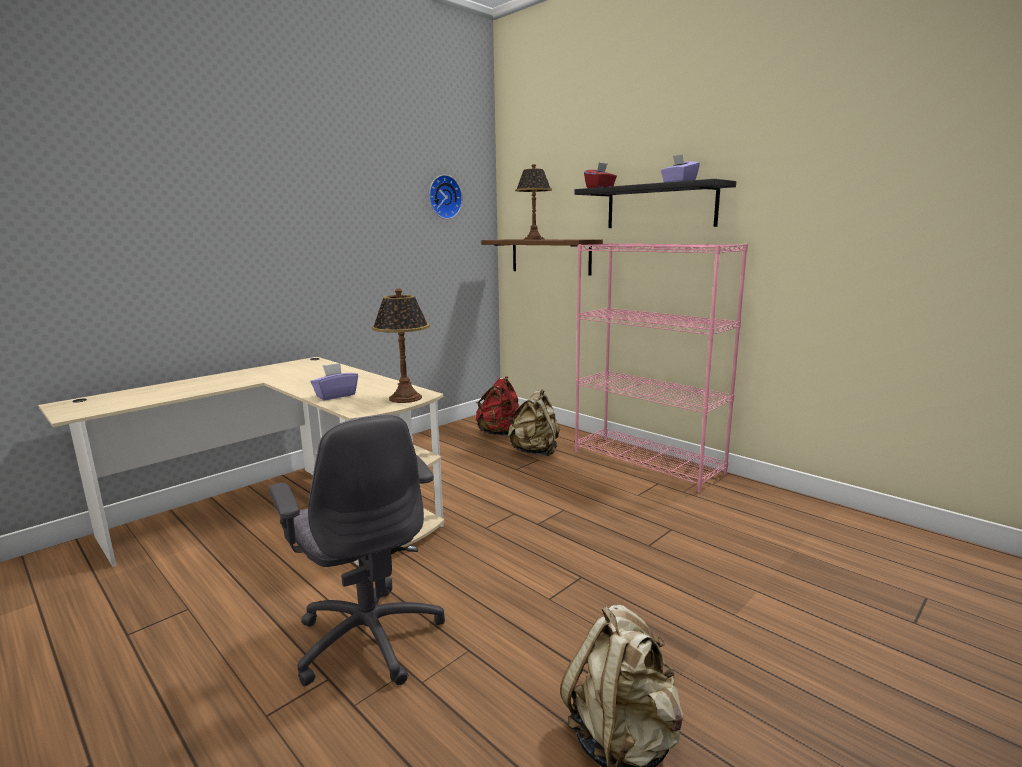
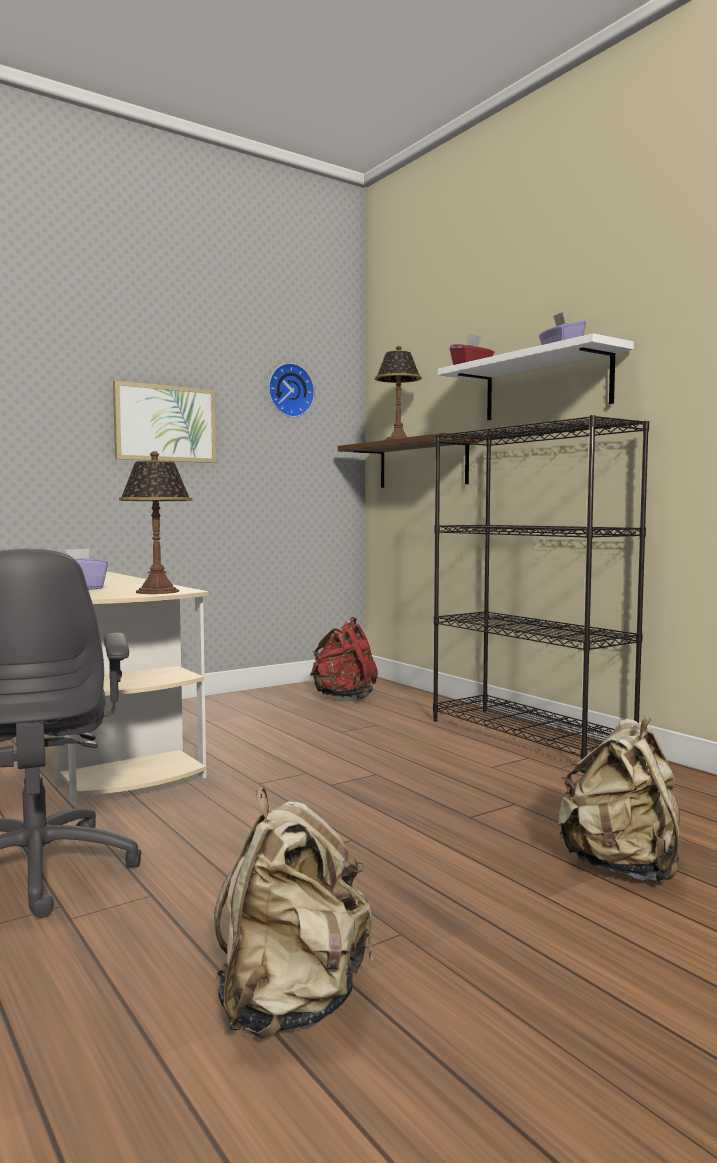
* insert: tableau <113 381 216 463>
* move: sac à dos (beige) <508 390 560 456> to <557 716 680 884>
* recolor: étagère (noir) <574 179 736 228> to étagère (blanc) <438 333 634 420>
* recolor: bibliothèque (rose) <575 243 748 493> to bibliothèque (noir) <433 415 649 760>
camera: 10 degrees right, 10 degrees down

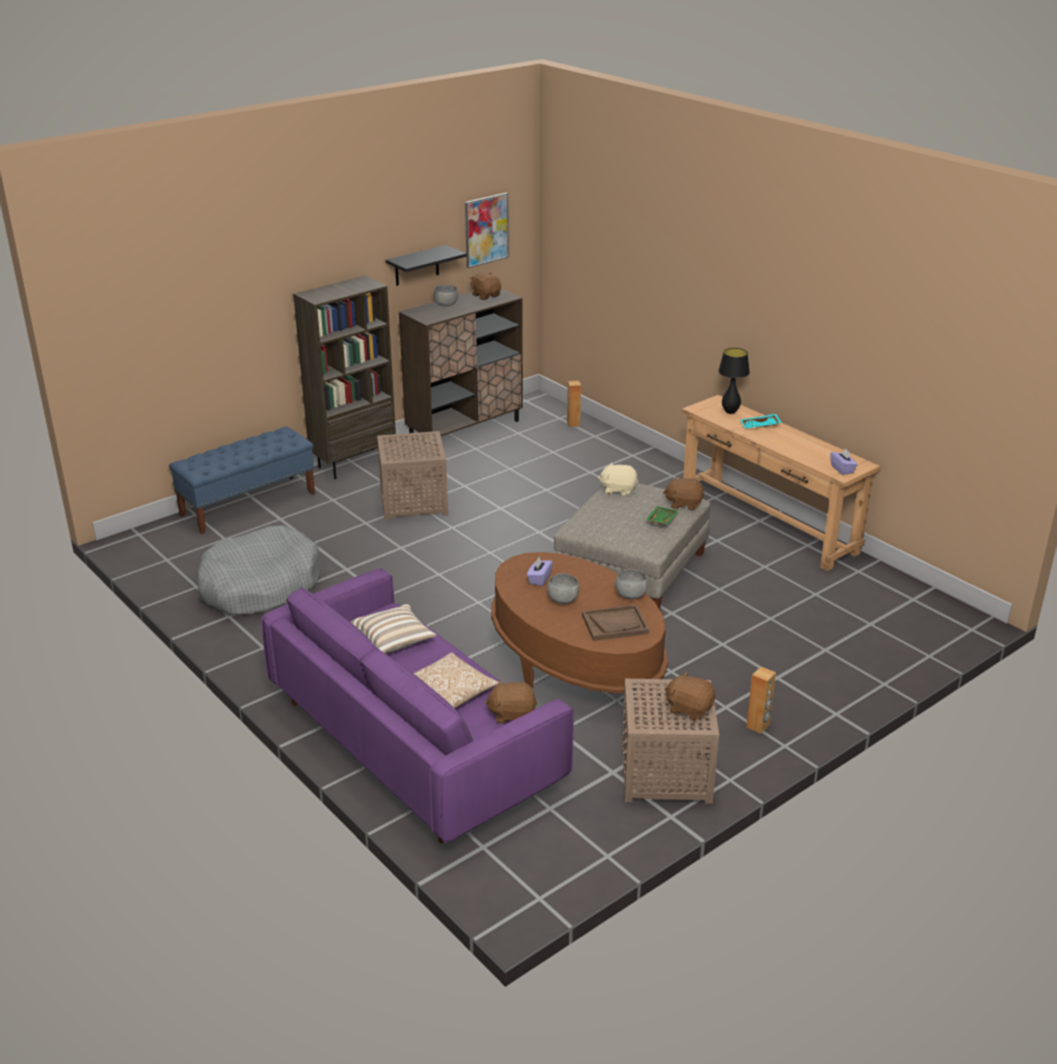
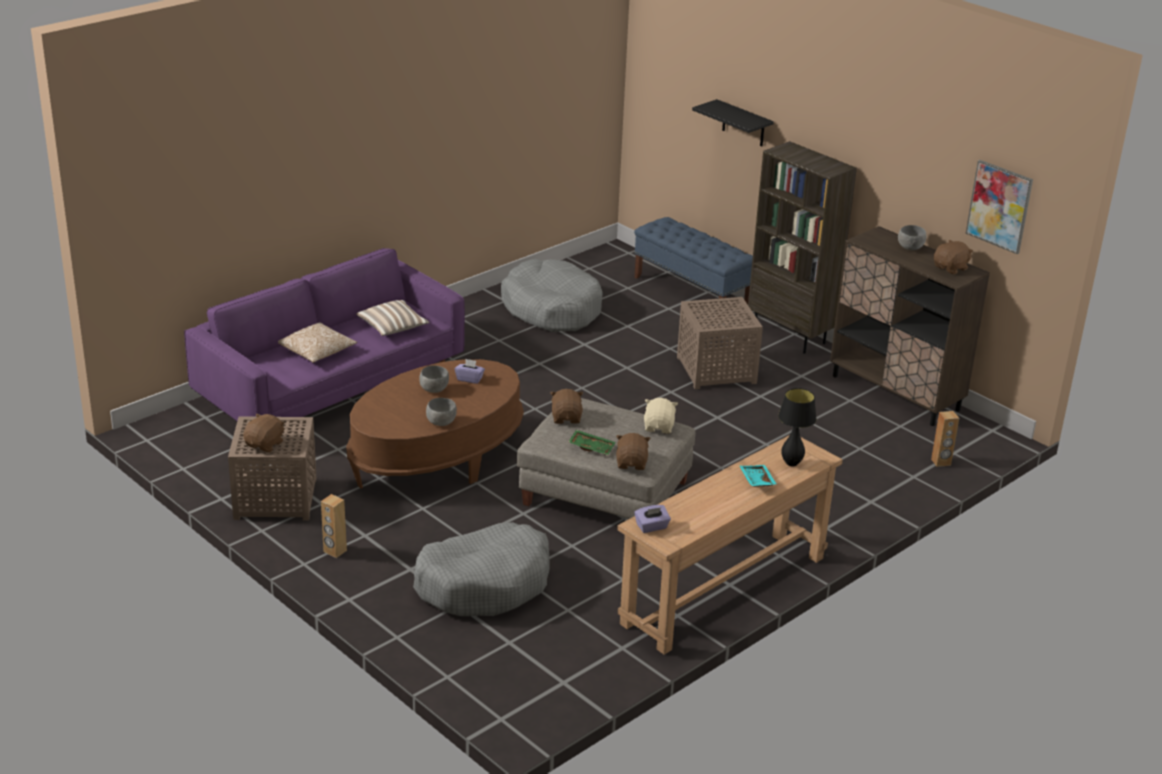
* delete: plateau (marron) <582 604 649 641>
* insert: panier pour chien (gris) <413 522 549 616>
* move: étagère (noir) <386 245 467 286> to <692 99 774 146>
* move: peluche (marron) <485 680 537 724> to <550 389 583 424>
camera: 85 degrees right, 0 degrees up

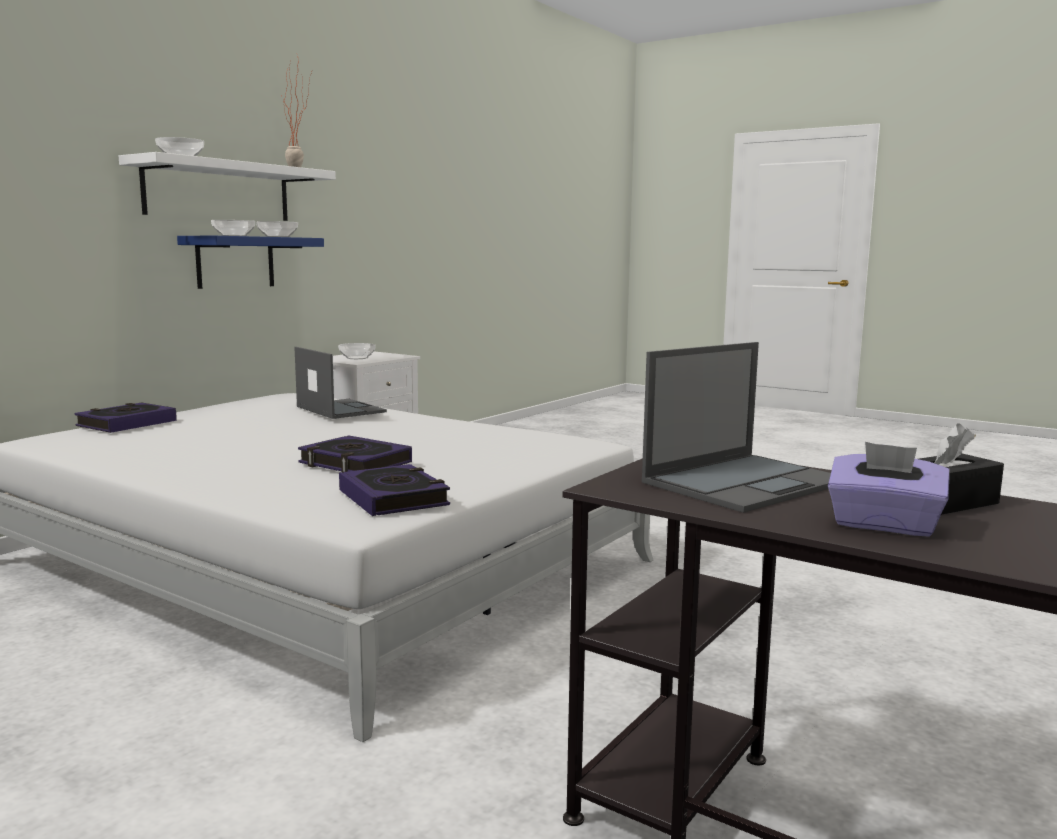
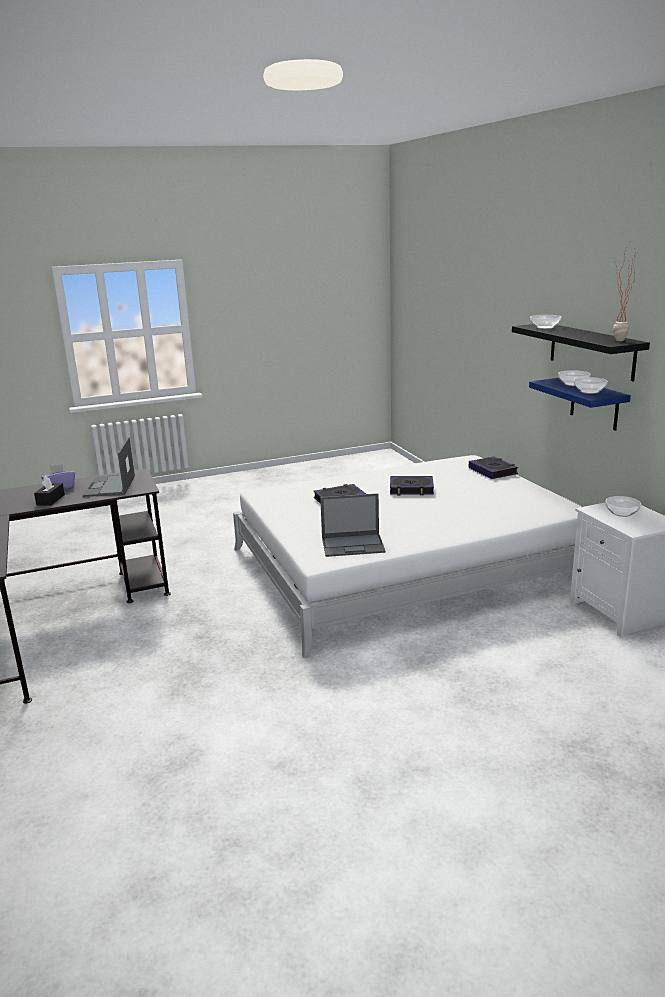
* move: ordinateur portable <294 347 387 419> to <320 493 385 557>
* move: livre <339 464 450 516> to <390 476 434 495>
* recolor: étagère (blanc) <119 152 336 221> to étagère (noir) <512 324 650 381>
camera: 125 degrees right, 10 degrees up

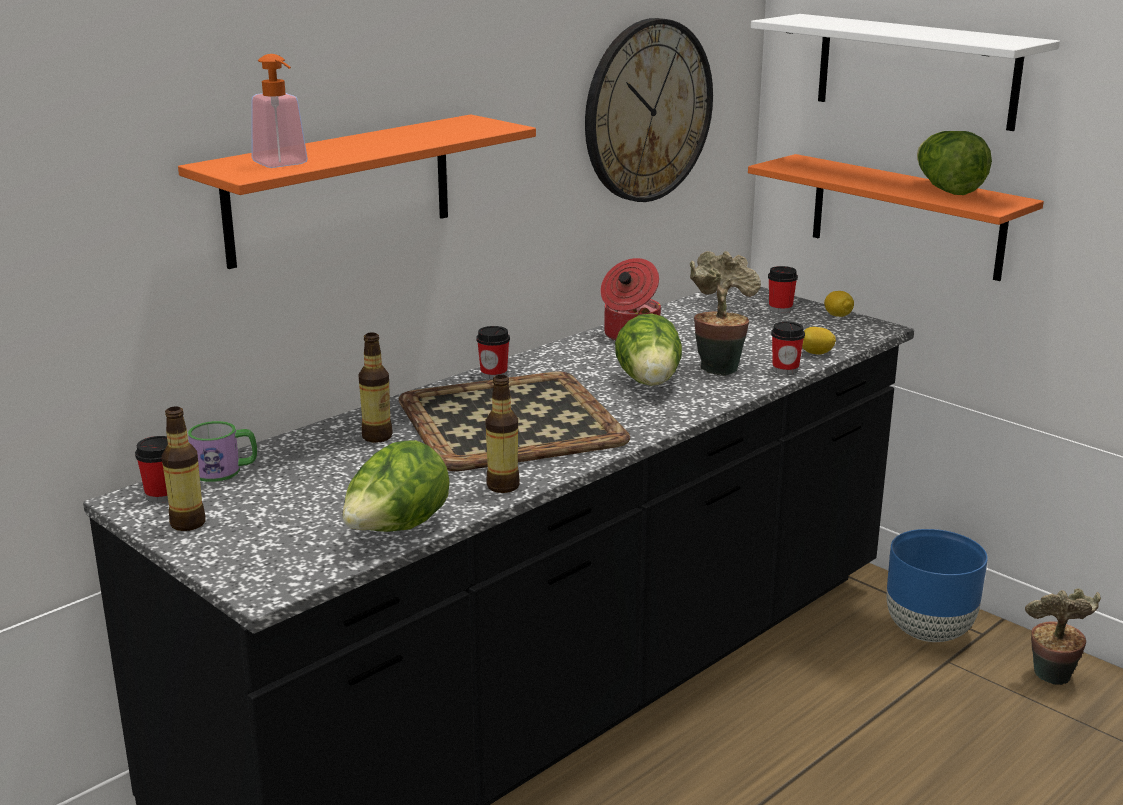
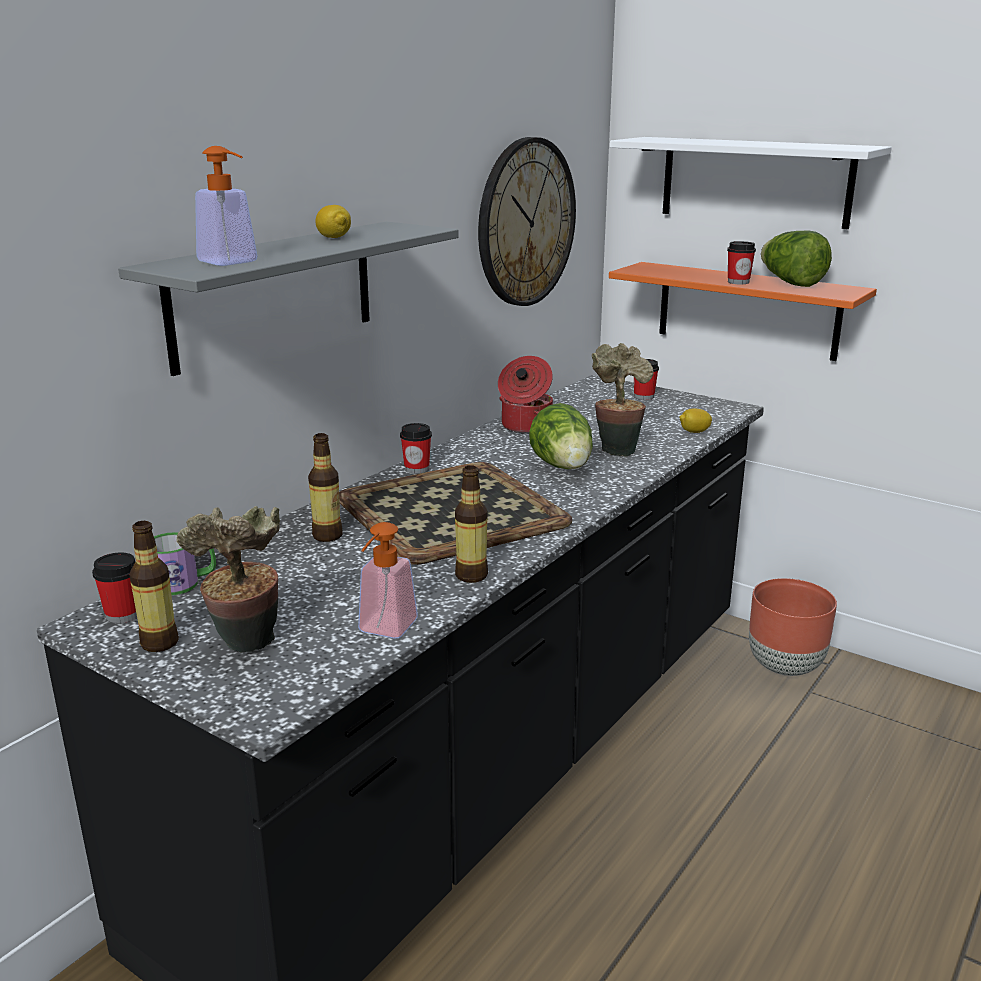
* move: tasse <771 321 805 375> to <727 241 756 284>
* move: citron <824 291 854 317> to <315 205 351 238>
* move: plante en pot <1025 588 1101 685> to <177 506 280 653>
* replace: laitue <342 440 449 532> to distributeur de savon <358 522 418 639>
* recolor: étagère (orange) <178 114 536 269> to étagère (gris) <118 221 458 376>
* recolor: cache-pot (bleu) <886 529 988 642> to cache-pot (marron) <749 578 837 676>
camera: 10 degrees left, 0 degrees up

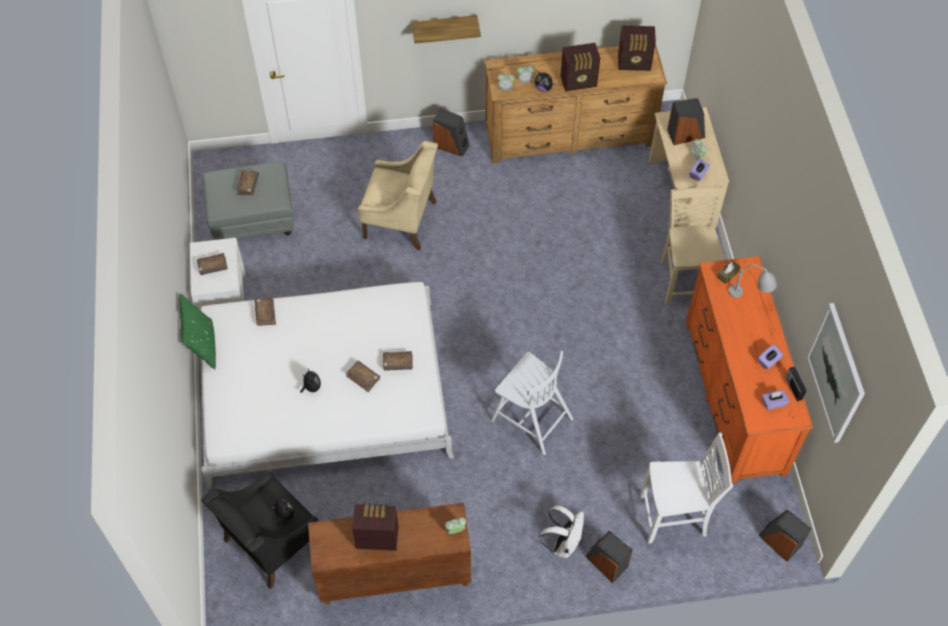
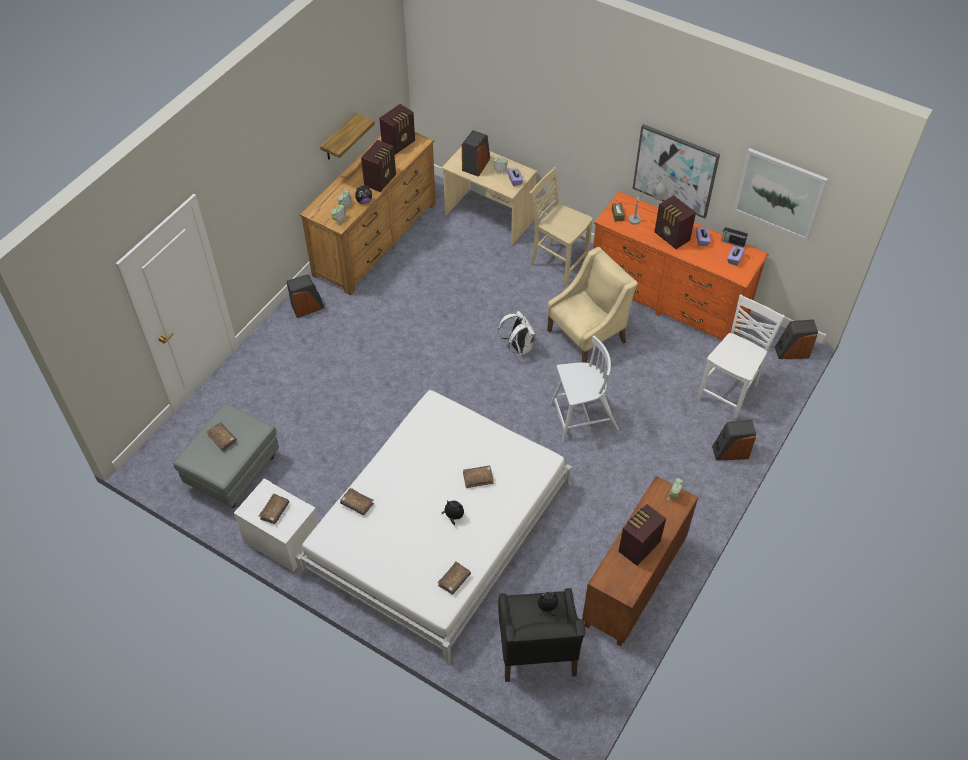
* delete: coussin (vert) <179 293 216 369>
* insert: tableau <633 124 720 218>
* insert: radio <654 195 696 249>
* move: fauteuil (beige) <358 141 438 250> to <547 247 638 363>
* move: livre (marron) <383 351 413 371> to <437 562 471 595>
* move: étagère <411 15 481 44> to <320 113 375 160>
* move: sac à dos (blanc) <539 505 584 558> to <498 311 536 355>
camera: 50 degrees left, 5 degrees down

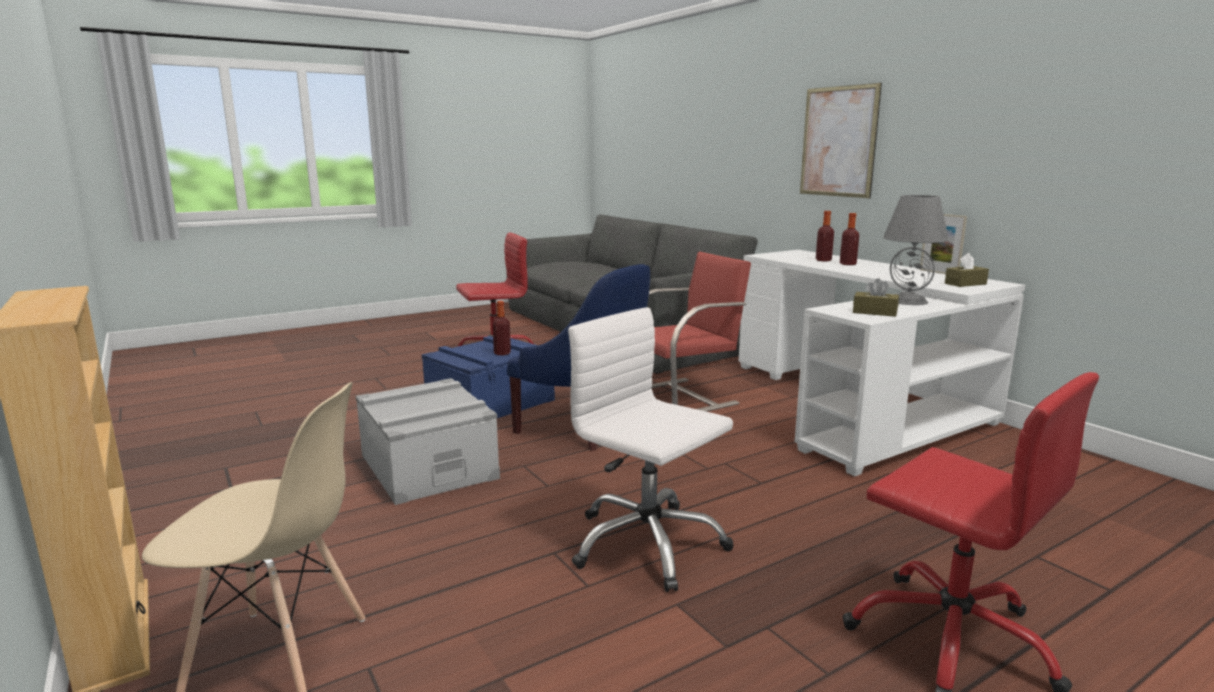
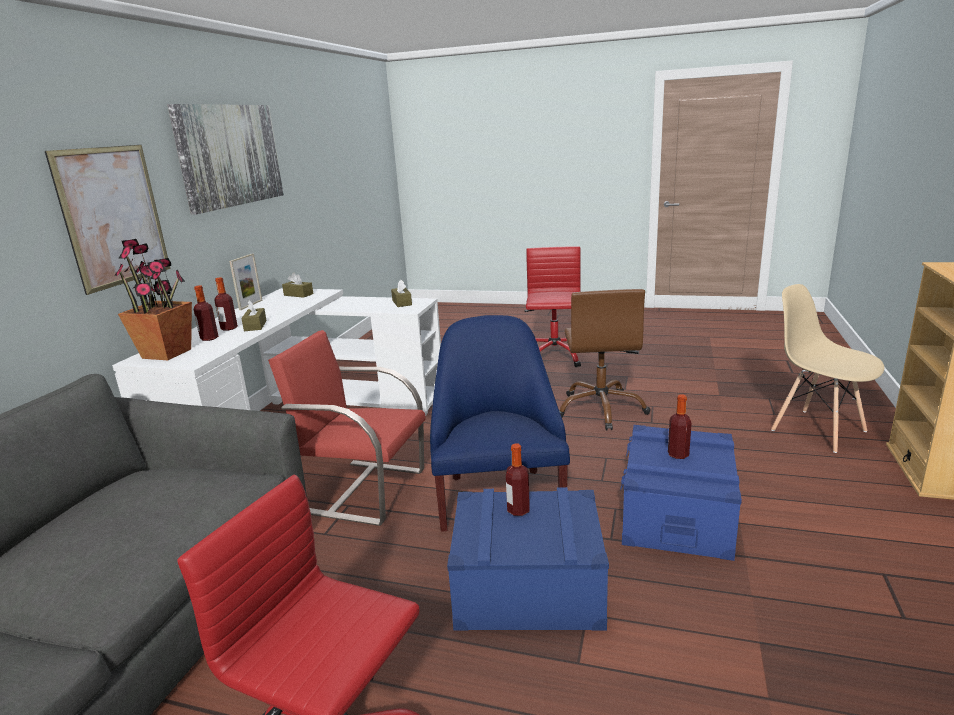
* delete: lampe de table (gris) <883 195 949 305>
* insert: plante en pot <115 239 192 360>
* insert: tableau <167 104 284 215>
* insert: boîte à mouchoirs (marron) <241 300 267 331>
* insert: bouteille <668 394 692 459>
* recolor: boîte de rangement (gris) <356 378 500 505> to boîte de rangement (bleu) <620 425 742 561>
* recolor: chaise de bureau (blanc) <568 307 734 592> to chaise de bureau (marron) <559 289 651 430>
camera: 130 degrees left, 5 degrees up

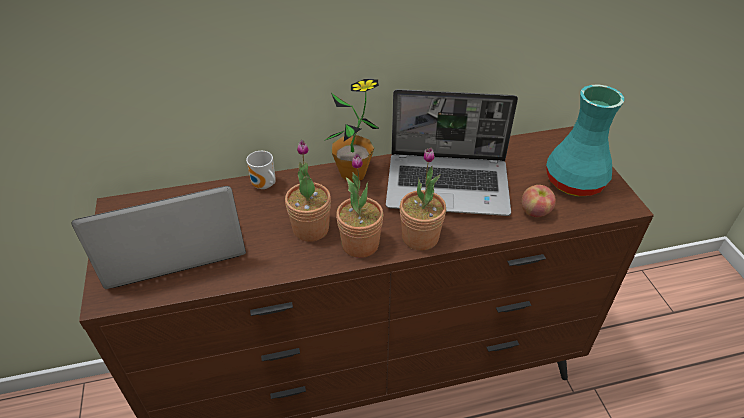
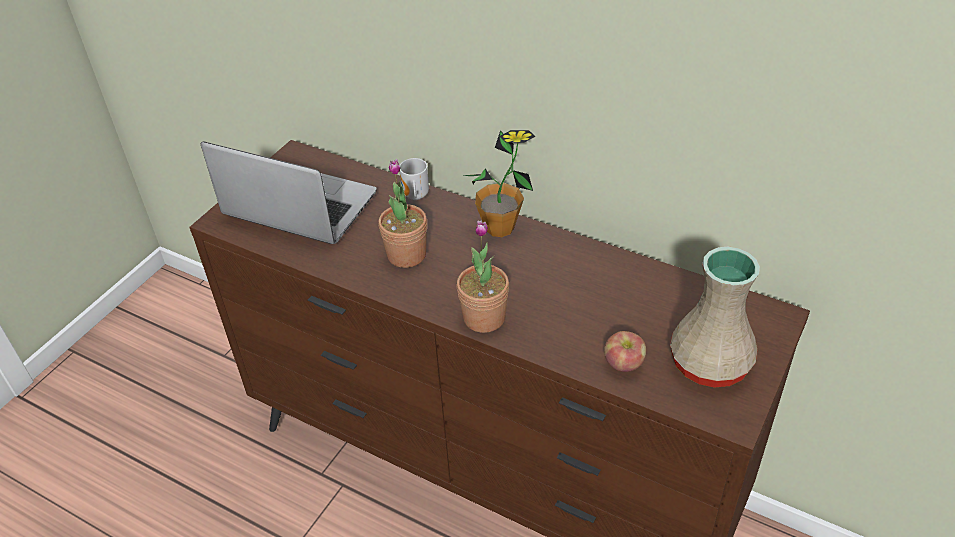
* delete: plante en pot <336 153 383 258>
* delete: ordinateur portable <386 89 518 216>
* recolor: vase (turquoise) <546 85 624 196> to vase (beige) <670 246 760 388>
camera: 45 degrees right, 0 degrees up

